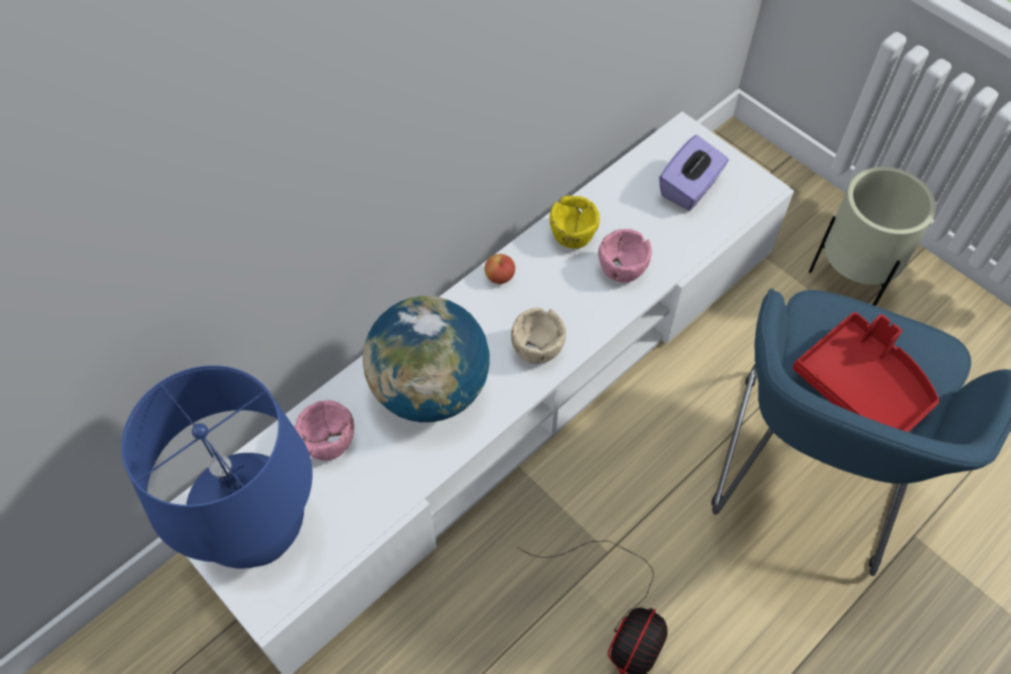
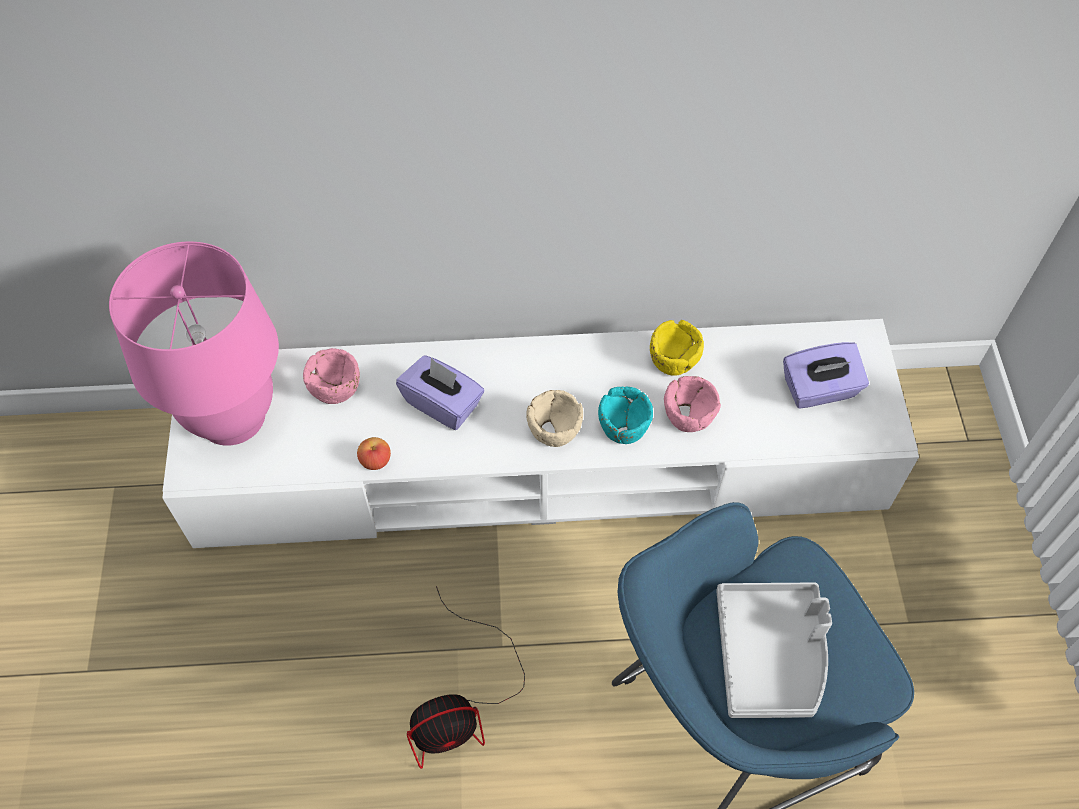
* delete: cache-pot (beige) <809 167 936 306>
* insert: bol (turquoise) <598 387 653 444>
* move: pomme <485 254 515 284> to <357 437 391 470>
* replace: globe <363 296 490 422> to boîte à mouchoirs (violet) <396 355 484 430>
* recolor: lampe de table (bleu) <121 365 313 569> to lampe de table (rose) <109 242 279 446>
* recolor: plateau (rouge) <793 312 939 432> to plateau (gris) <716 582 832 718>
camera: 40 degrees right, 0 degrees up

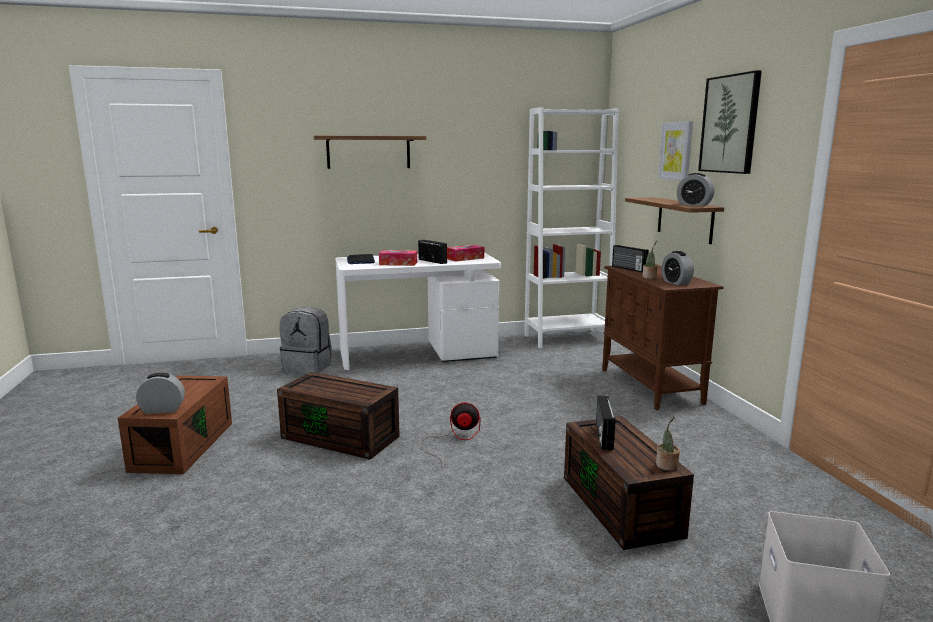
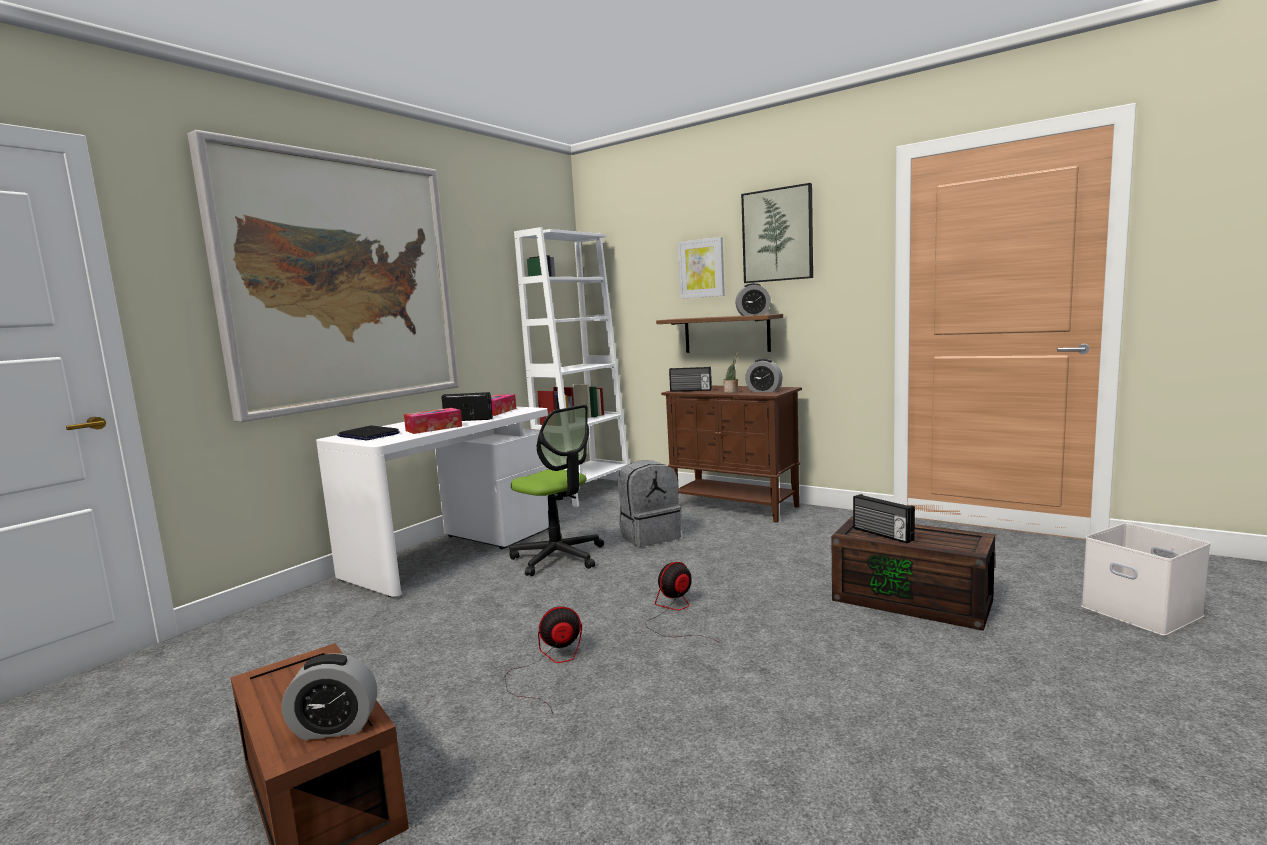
* delete: plante en pot <656 416 680 471>
* insert: chaise de bureau <510 404 604 576>
* move: sac à dos (gris) <279 307 332 374> to <618 460 681 547>
* replace: boîte de rangement (marron) <277 372 400 460> to ventilateur <505 606 582 714>
* replace: étagère <314 136 426 169> to tableau <187 130 459 422>
* rotate: réveil <136 373 185 414> = <282 653 377 740> 135 degrees counterclockwise
camera: 40 degrees left, 5 degrees down

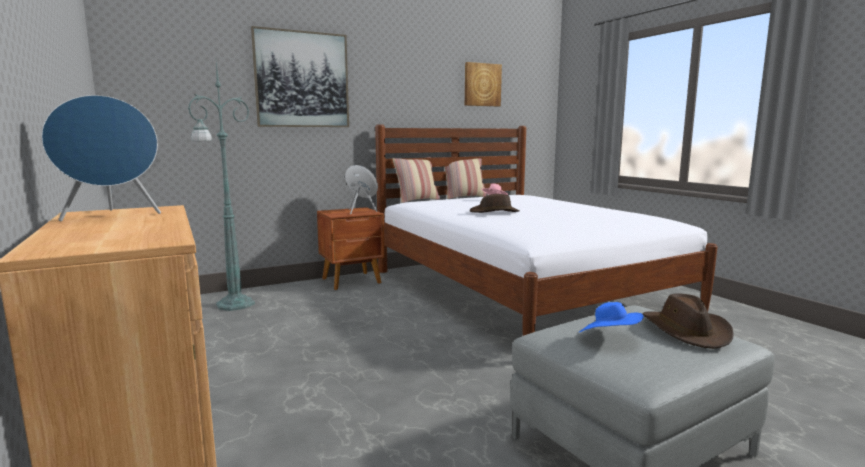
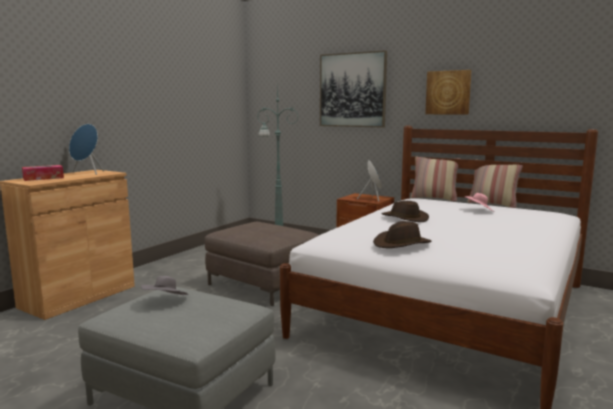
* insert: boîte à mouchoirs <22 165 64 181>
* insert: pouf (marron) <205 222 319 306>
* move: tableau <465 62 502 106> to <425 70 472 115>
* move: chapeau (marron) <642 294 734 349> to <373 221 432 248>
* recolor: chapeau (bleu) <579 302 644 332> to chapeau (gris) <141 276 189 295>
camera: 60 degrees right, 0 degrees up

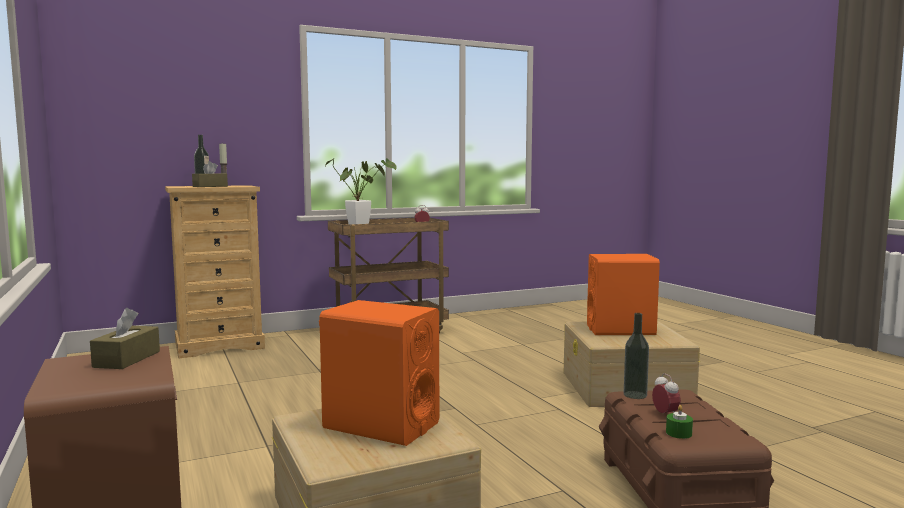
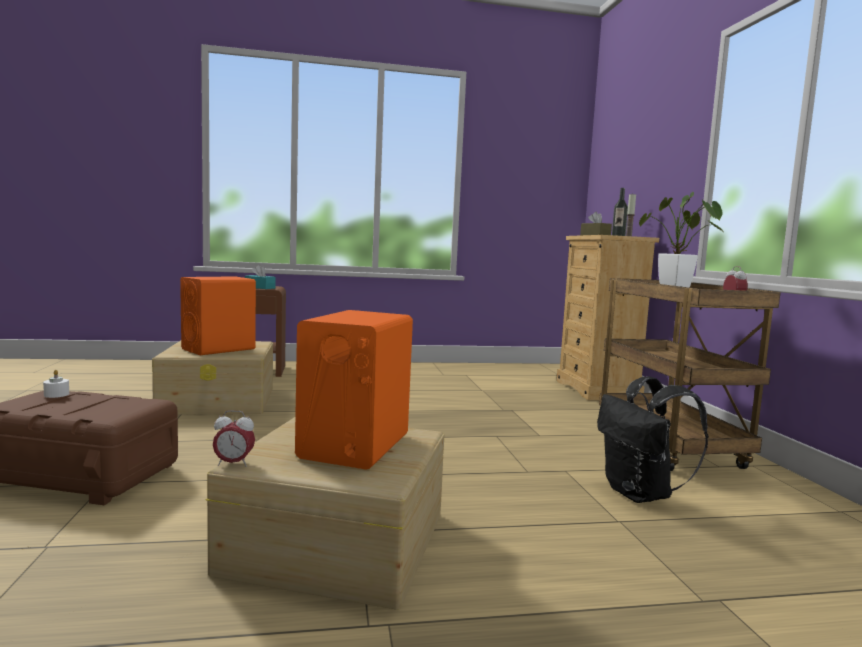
* delete: bouteille <624 313 649 399>
* insert: sac à dos (noir) <597 376 709 503>
* move: réveil <652 373 681 413> to <213 410 255 467>
* recolor: boîte à mouchoirs (marron) <90 308 160 369> to boîte à mouchoirs (turquoise) <245 265 276 289>
* recolor: bougie (vert) <666 405 693 439> to bougie (blanc) <43 370 69 398>
camera: 105 degrees right, 0 degrees up

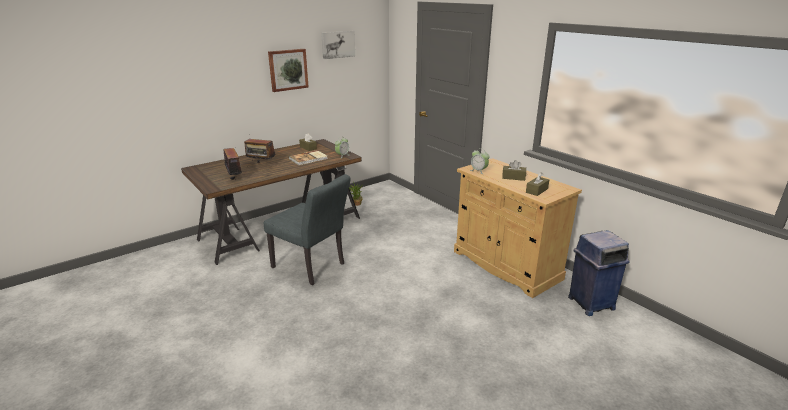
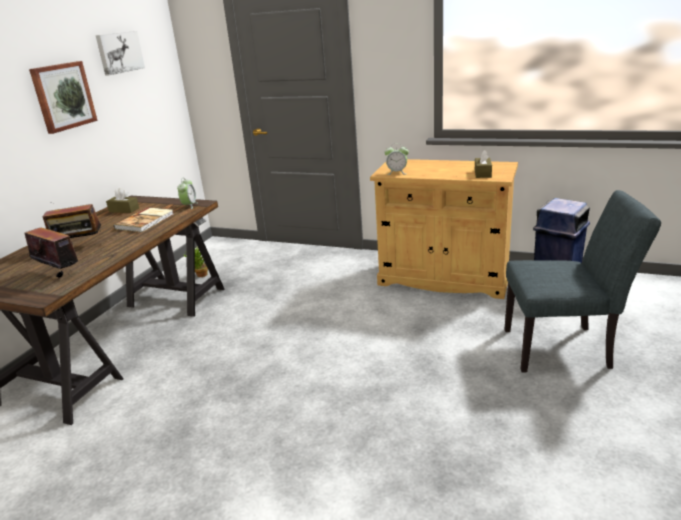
* delete: boîte à mouchoirs (marron) <502 160 526 181>
* move: chaise (gris) <264 174 351 285> to <504 190 661 373>
camera: 30 degrees left, 0 degrees up

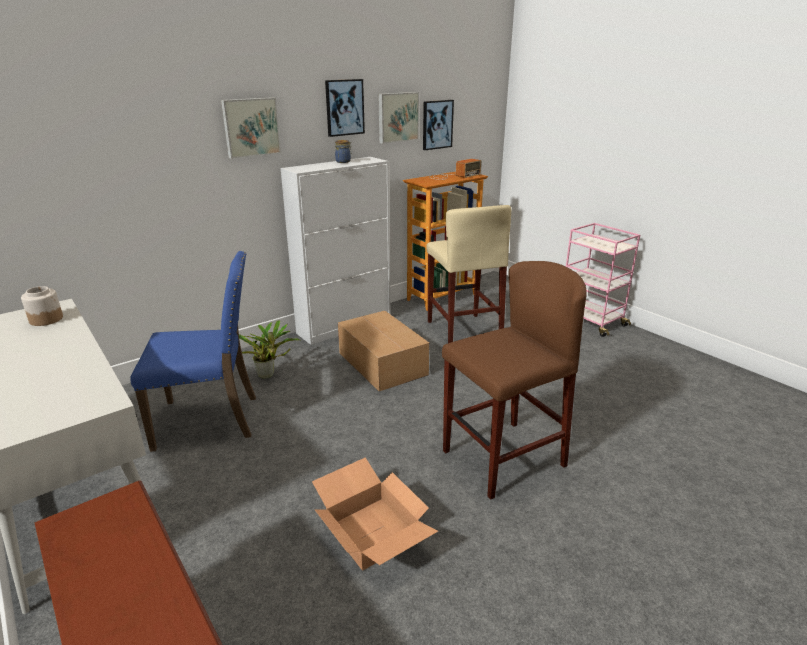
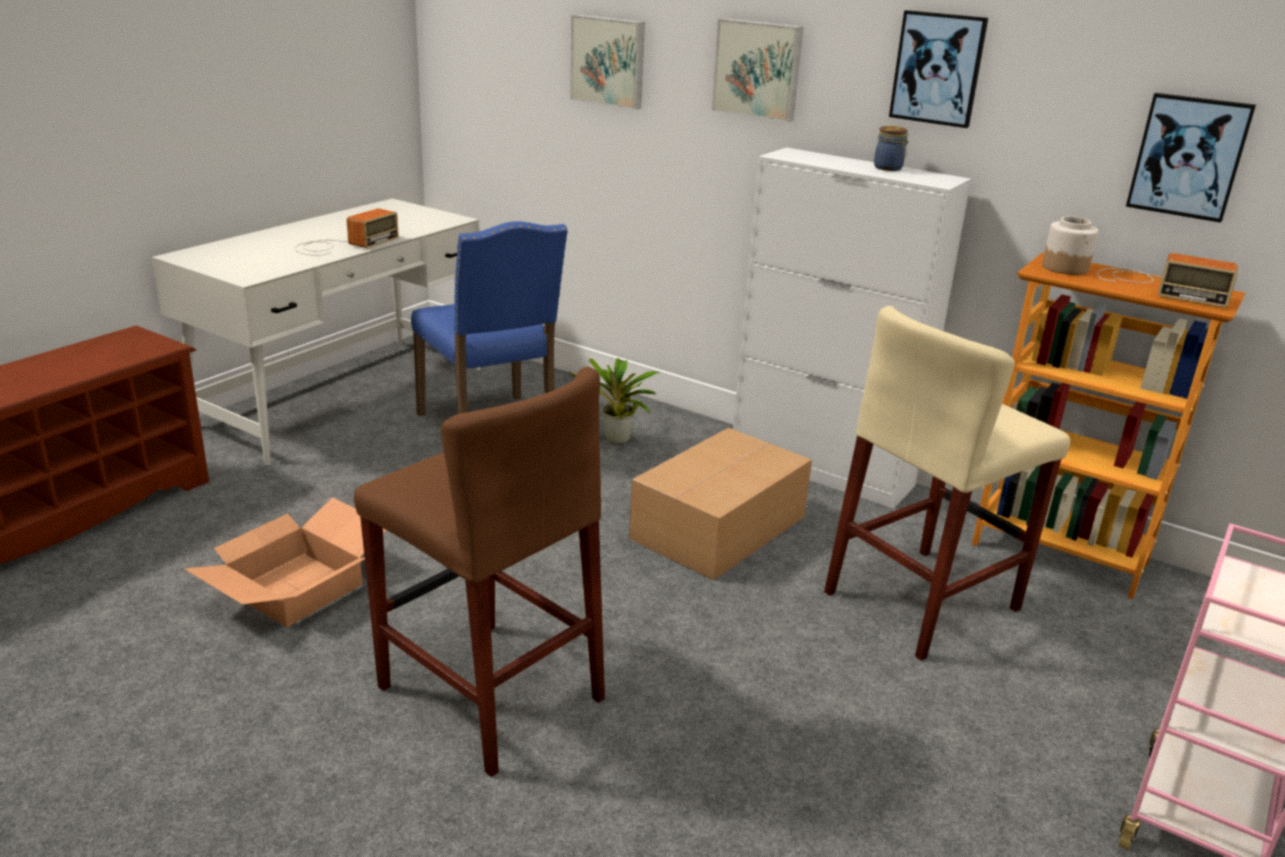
* insert: radio <295 208 399 256>
* move: bocal <21 286 63 326> to <1042 217 1098 275>
* move: tableau <379 92 419 144> to <570 15 645 110>
camera: 70 degrees right, 0 degrees up

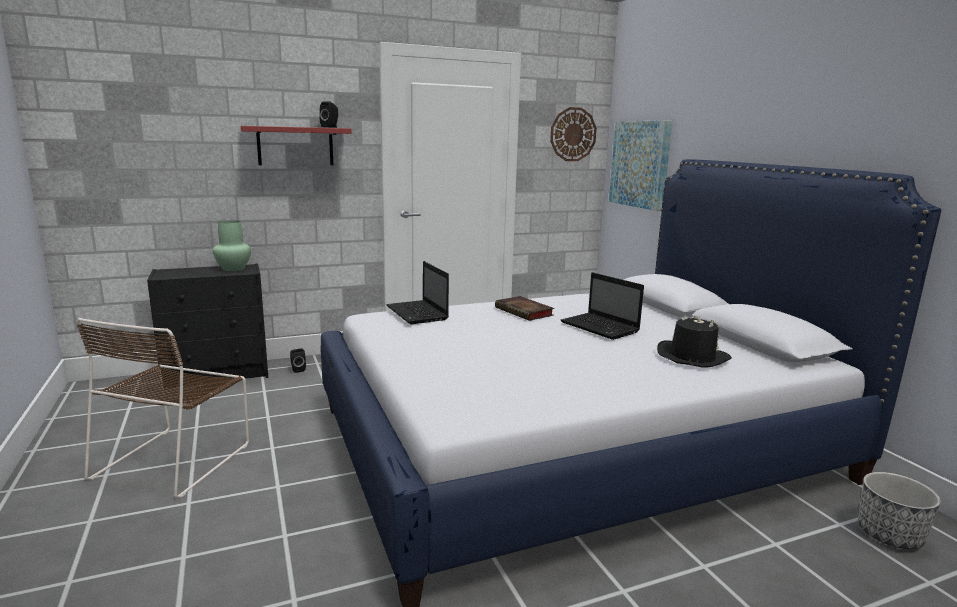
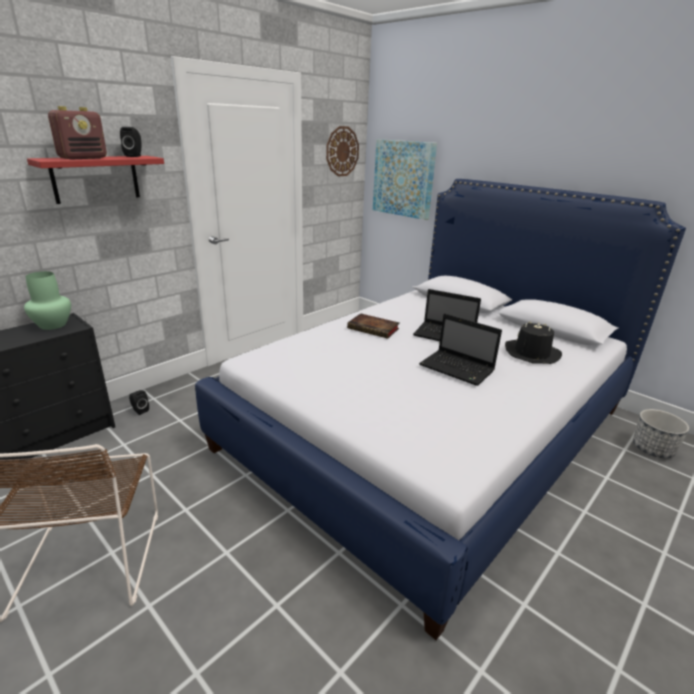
* insert: radio <48 106 107 160>
* move: ordinateur portable <386 261 449 324> to <419 313 502 386>
camera: 25 degrees left, 10 degrees up

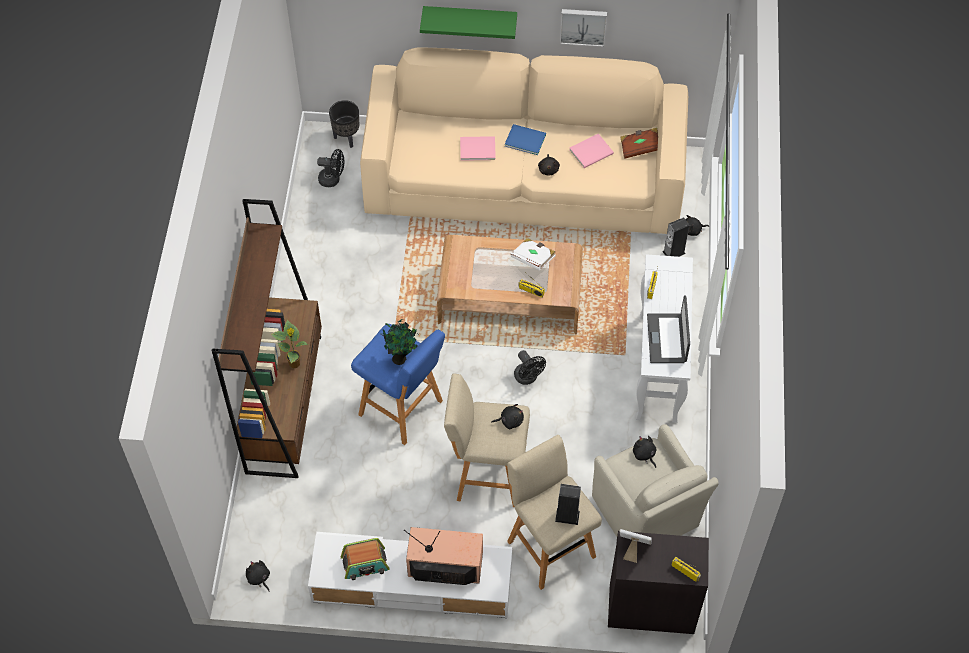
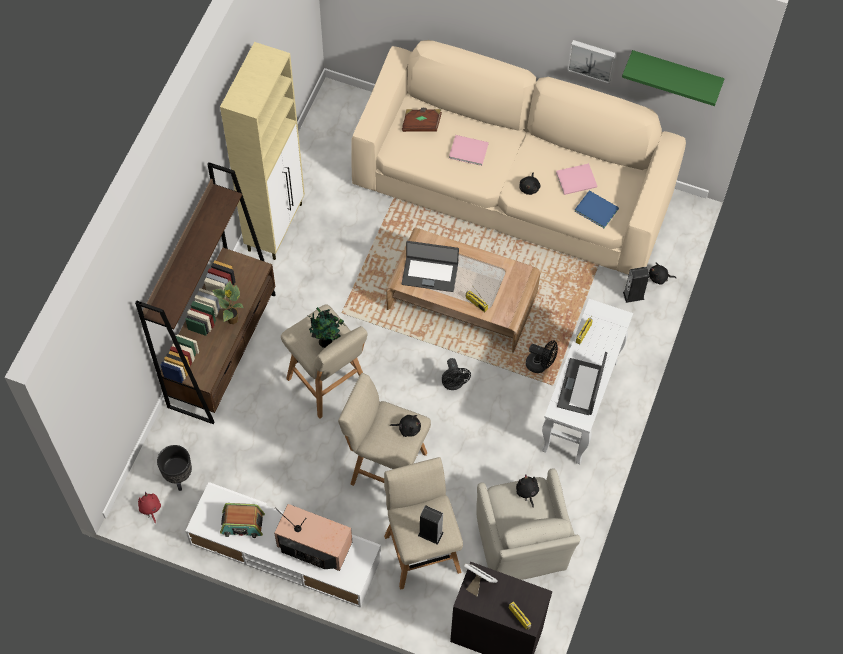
* delete: livre (blanc) <510 238 556 271>
* insert: meuble de rangement (beige) <220 42 305 260>
* insert: ordinateur portable <402 241 459 292>
* move: ventilateur (noir) <317 149 344 187> to <526 340 558 373>
* move: cache-pot (noir) <329 100 359 148> to <157 445 192 491>
* move: étagère (vert) <420 6 517 39> to <622 50 724 106>
* move: livre (bleu) <505 124 546 155> to <575 190 619 228>
* move: livre (marron) <620 128 658 159> to <402 108 442 132>
* recolor: peluche (noir) <246 560 270 592> to peluche (rouge) <138 492 161 524>
* recolor: tabouret (bleu) <351 324 445 445> to tabouret (beige) <281 304 368 419>
camera: 15 degrees right, 5 degrees up

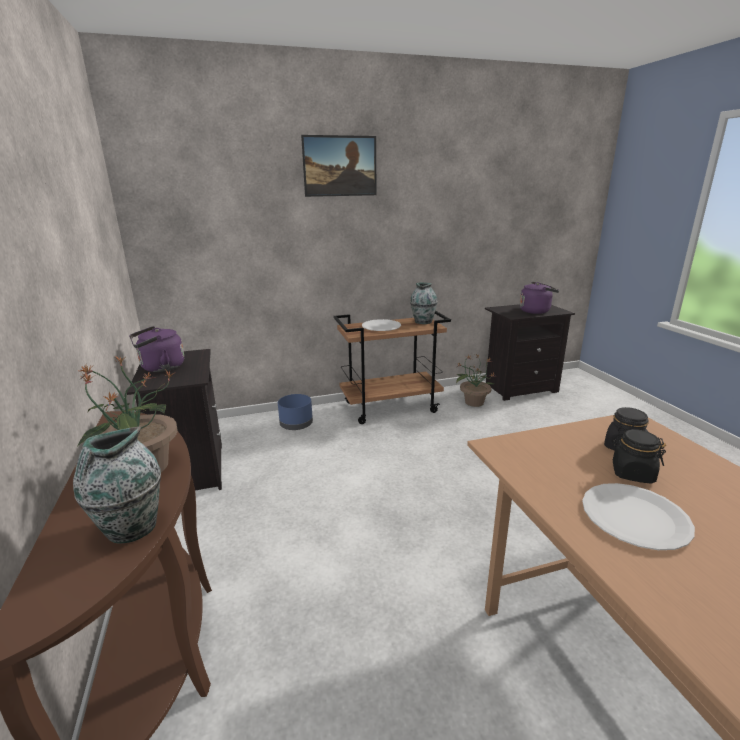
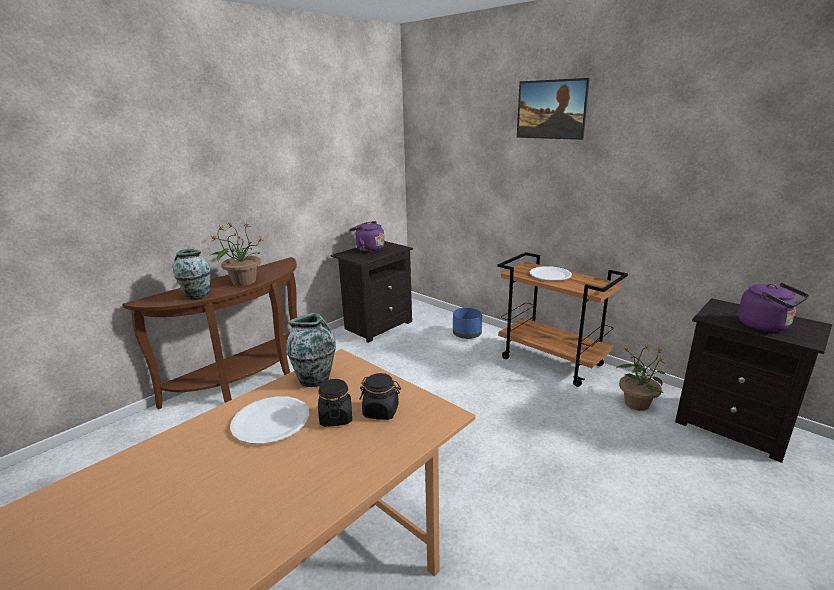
* move: vase <410 282 438 324> to <286 313 336 387>
camera: 60 degrees right, 0 degrees up

